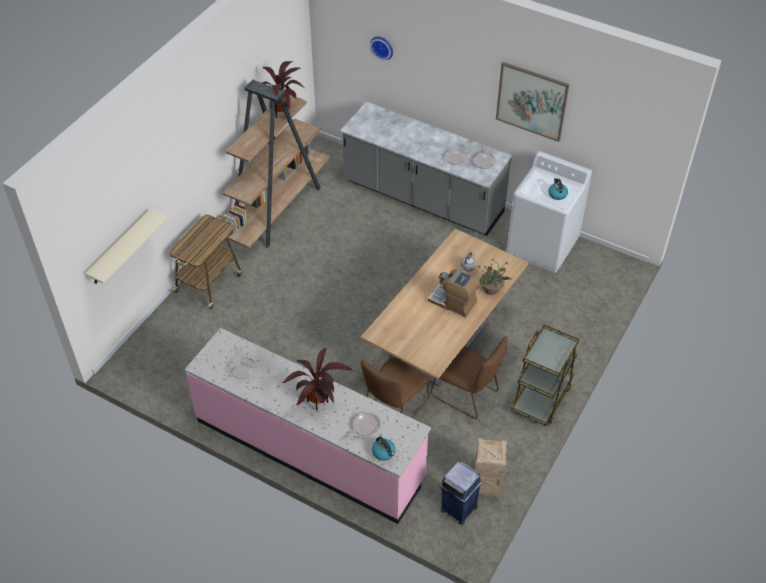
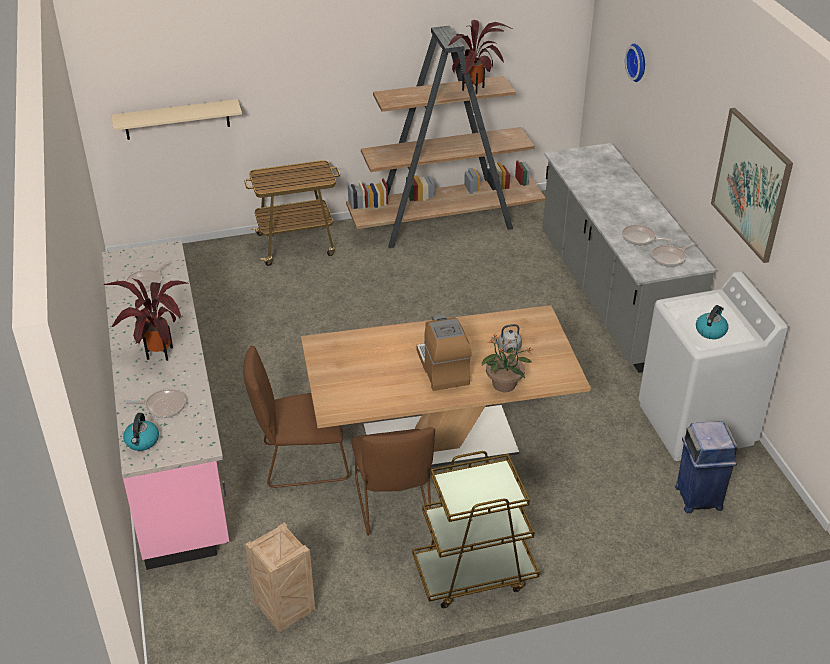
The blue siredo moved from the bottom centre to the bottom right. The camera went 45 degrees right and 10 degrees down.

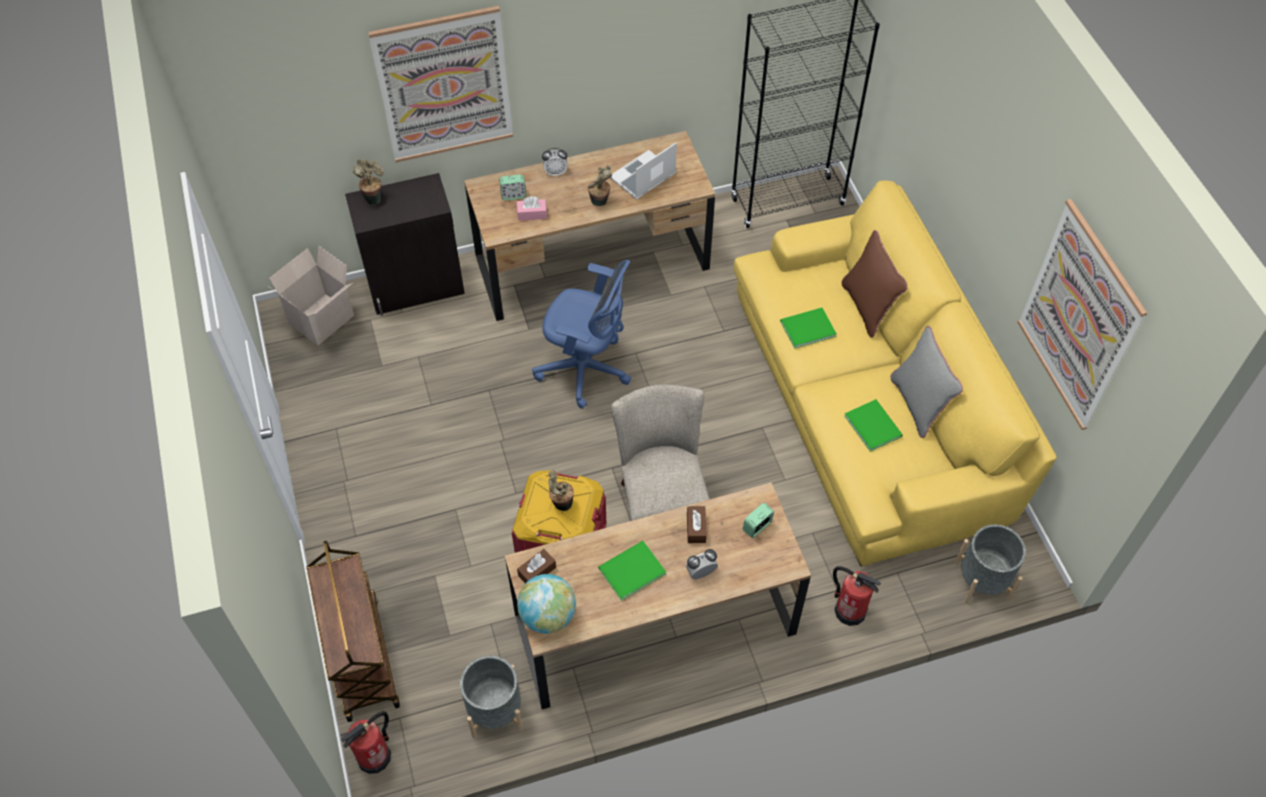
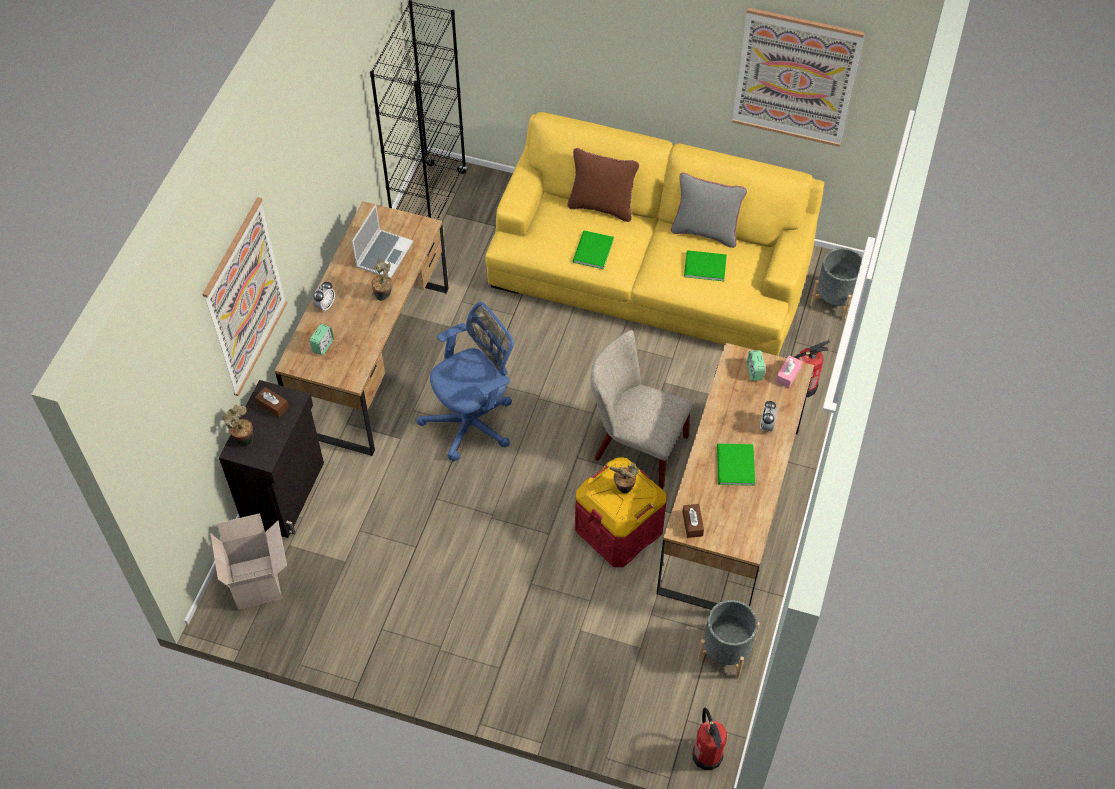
The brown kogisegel at the bottom left disappeared. The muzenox at the bottom centre disappeared. The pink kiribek moved from the top centre to the middle right. The brown kiribek (2nd from left in the first image) moved from the centre to the middle left. The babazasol at the top centre turned 150 degrees counterclockwise. The camera went 55 degrees left and 0 degrees up.

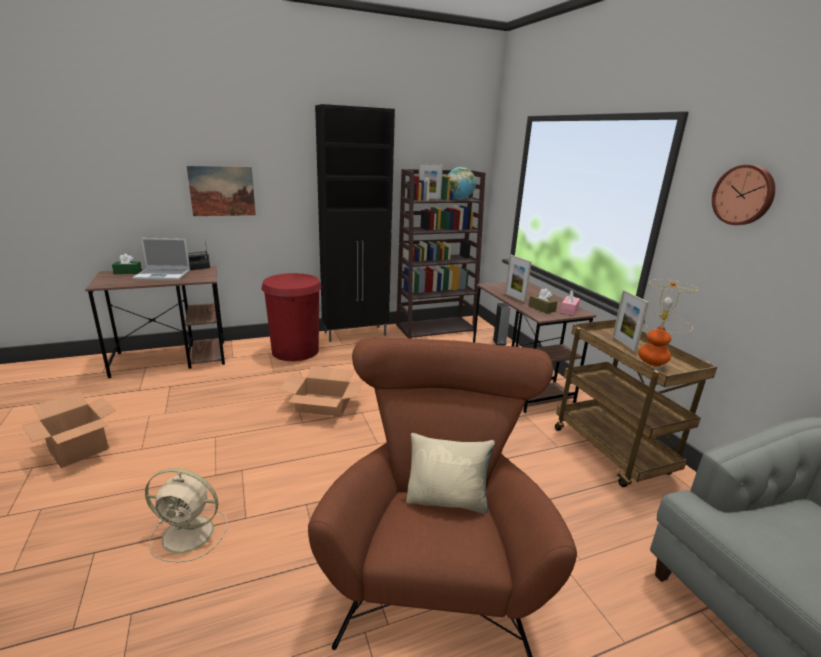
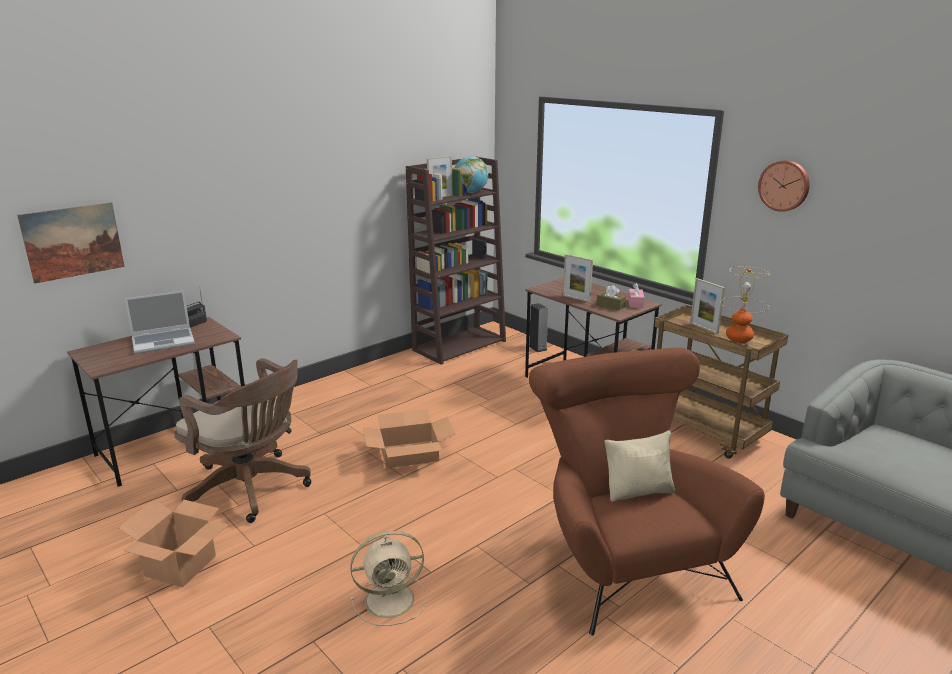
The green kiribek at the middle left disappeared. The red siredo at the centre disappeared. The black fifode at the centre disappeared. The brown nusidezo at the middle left appeared. The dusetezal moved from the top left to the middle left. The camera went 20 degrees left and 0 degrees up.

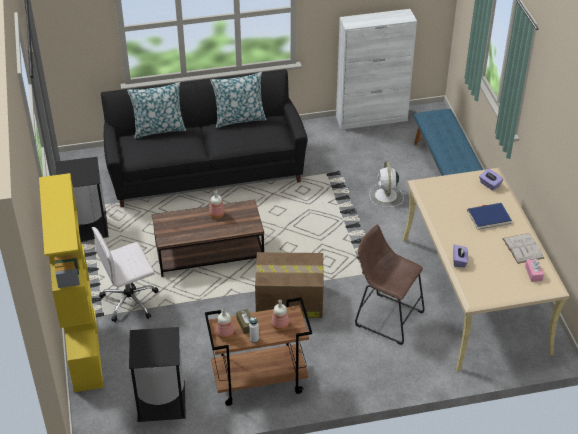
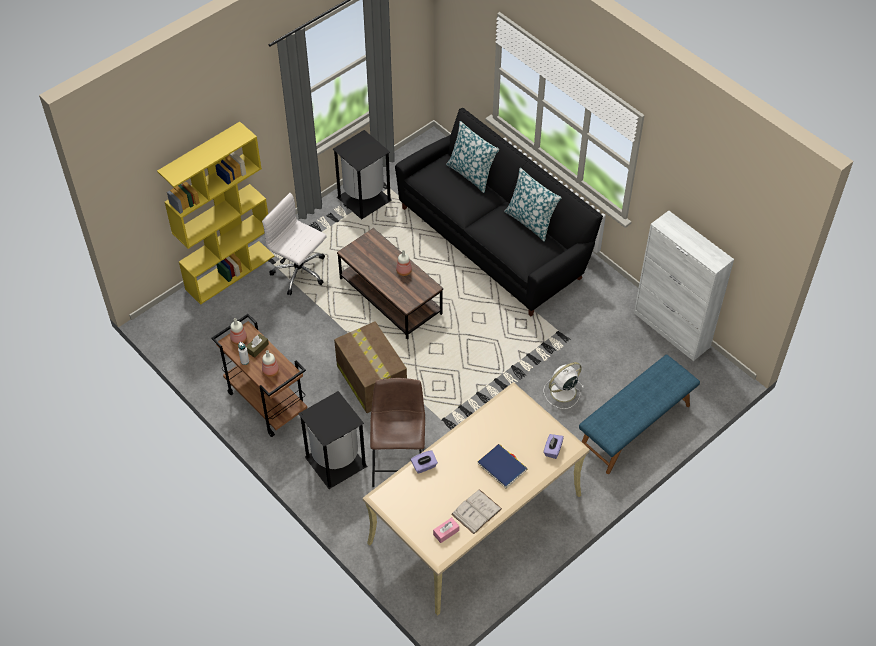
The black siredo (2nd from left in the first image) moved from the bottom left to the bottom centre. The camera went 60 degrees right and 10 degrees up.

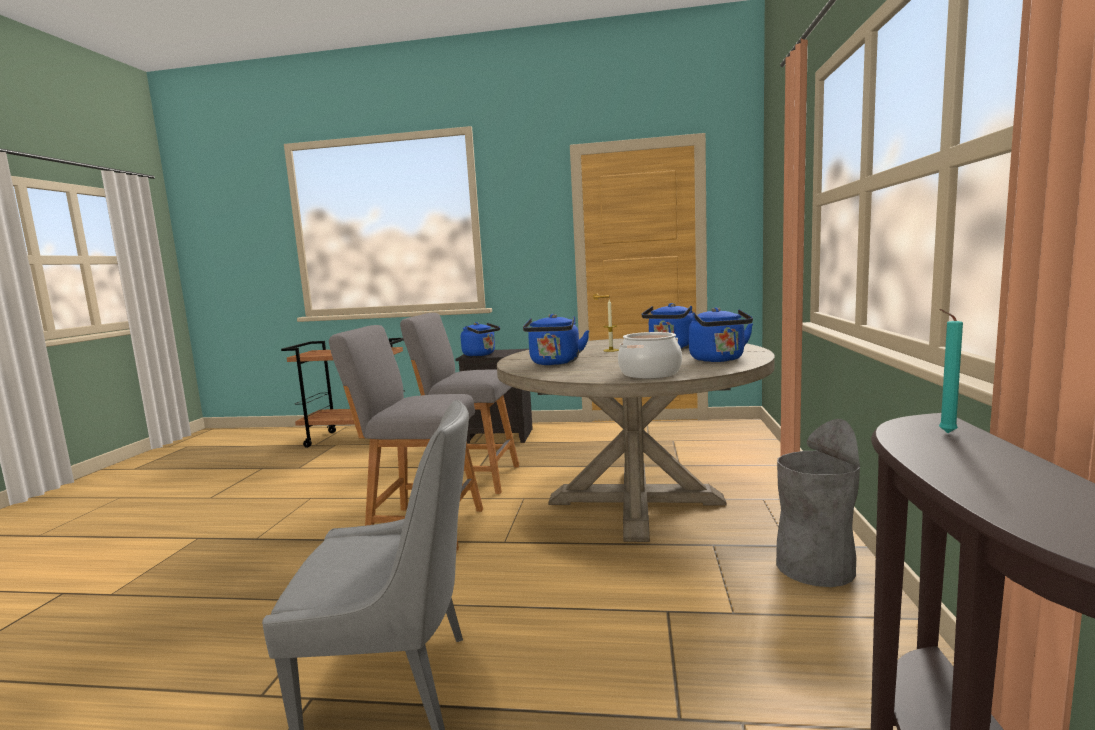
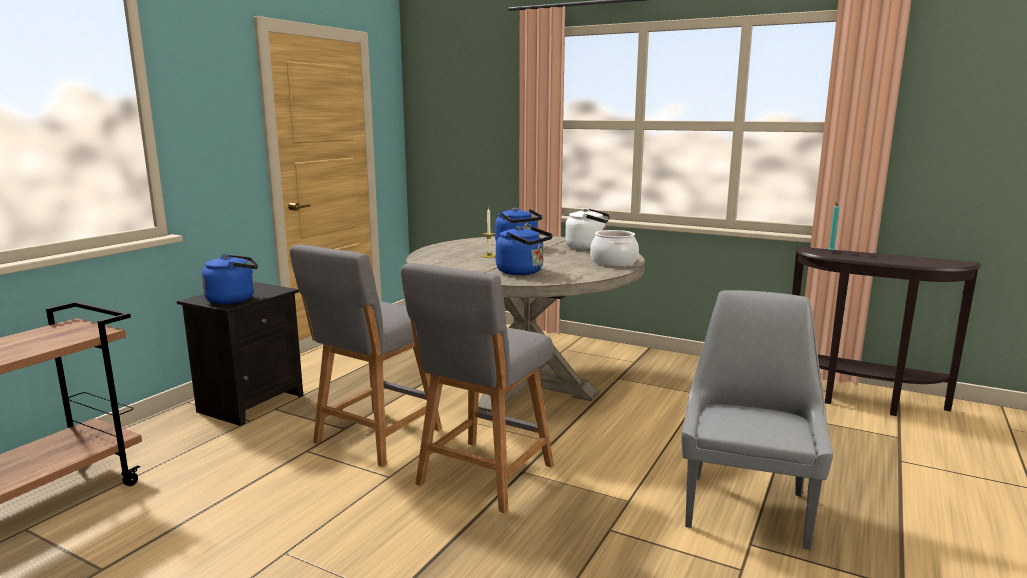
The grey siredo at the bottom right disappeared. The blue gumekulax (4th from left) at the centre became the white gumekulax at the centre. The camera went 70 degrees left and 5 degrees up.

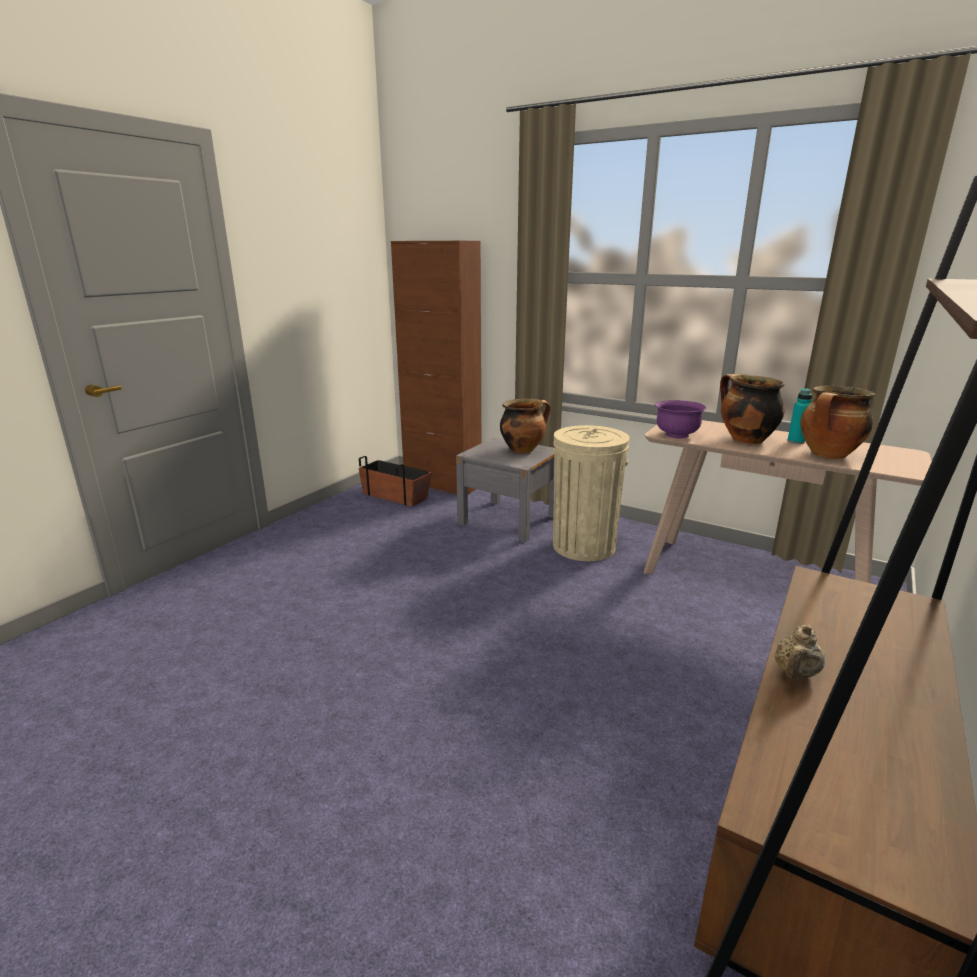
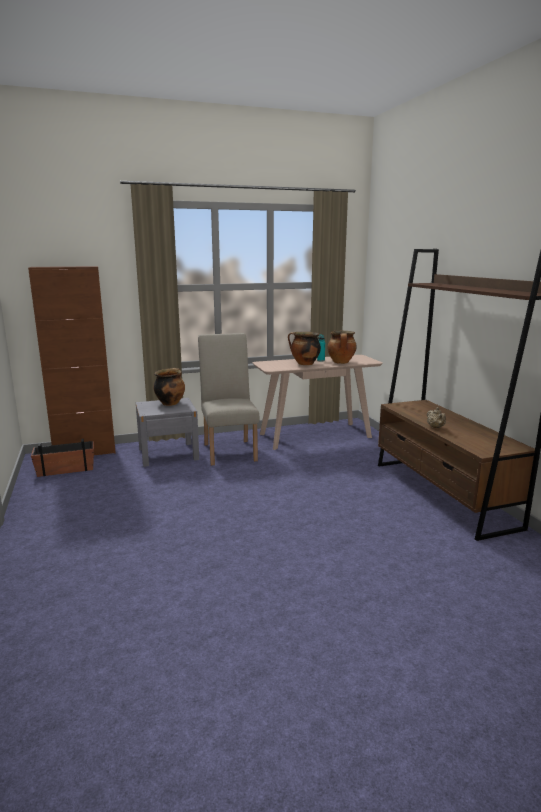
The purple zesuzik at the middle right disappeared. The beige siredo at the centre was replaced by the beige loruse at the centre. The camera went 50 degrees left and 5 degrees down.

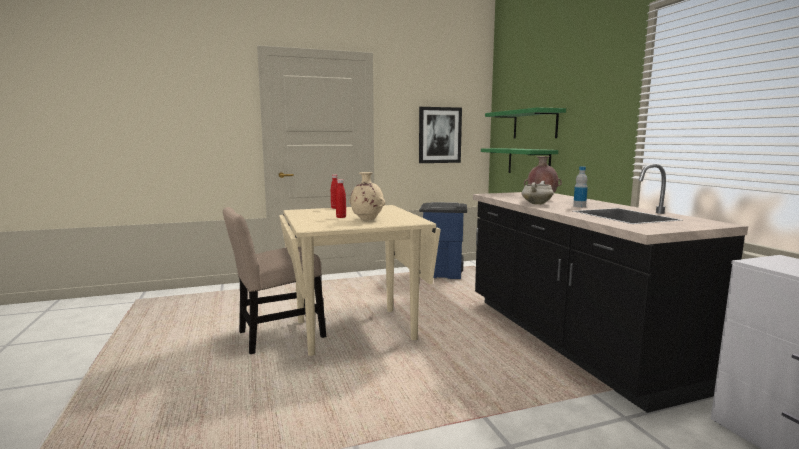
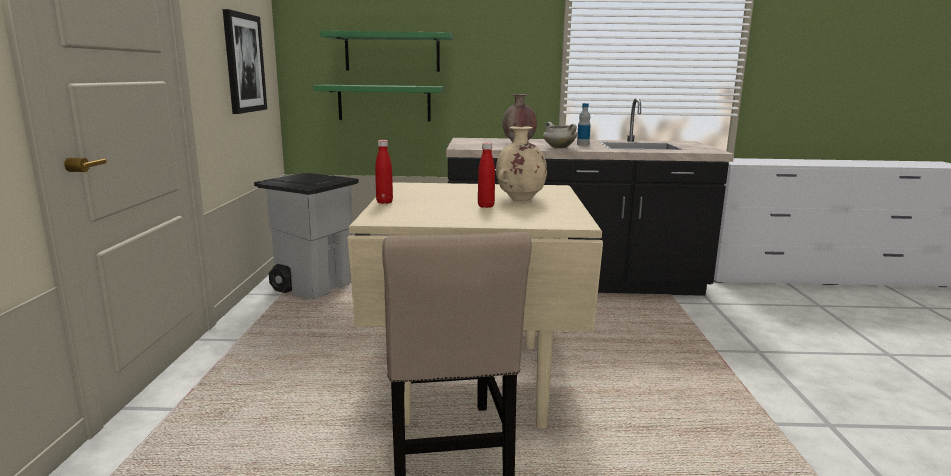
The blue siredo at the centre became the grey siredo at the middle left. The camera went 70 degrees left and 5 degrees up.

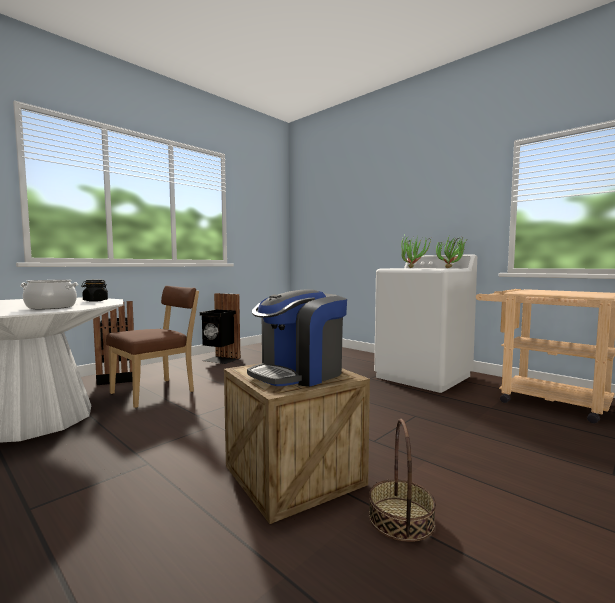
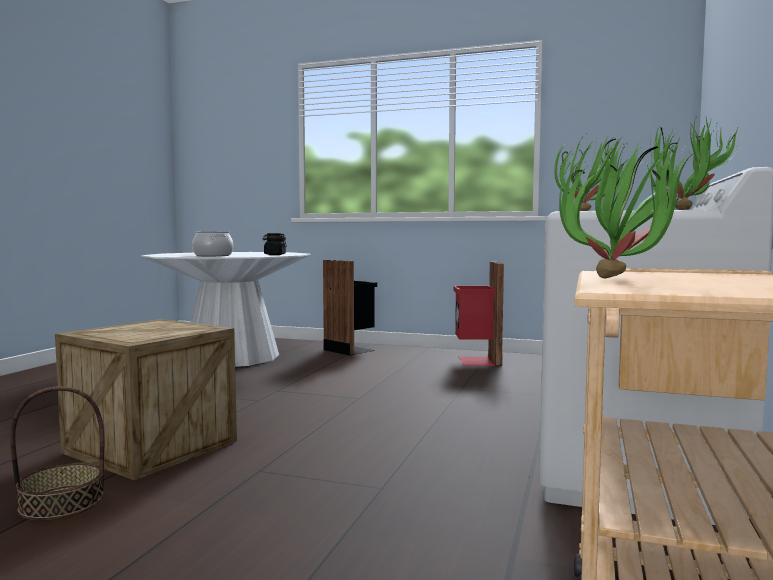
The brown loruse at the middle left disappeared. The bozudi at the centre disappeared. The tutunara (2nd from left) at the middle right appeared. The black siredo (2nd from left) at the centre became the red siredo at the centre. The camera went 65 degrees right and 0 degrees up.

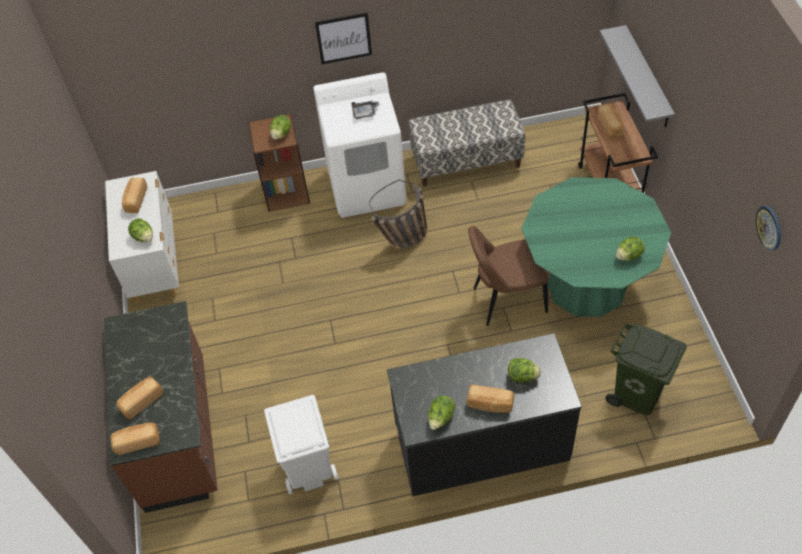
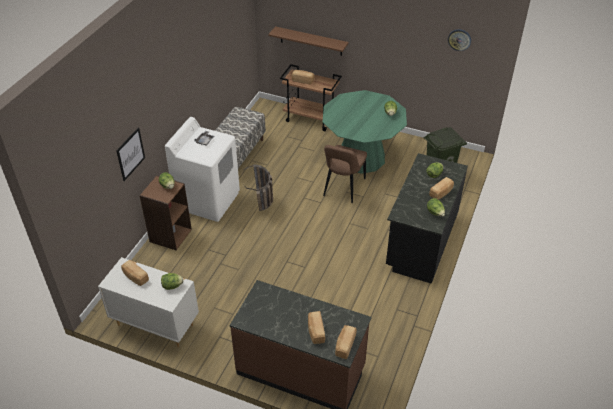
The white siredo at the bottom centre disappeared. The dusetezal moved from the top centre to the middle left. The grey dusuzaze at the top right became the brown dusuzaze at the top centre. The camera went 60 degrees left and 10 degrees down.

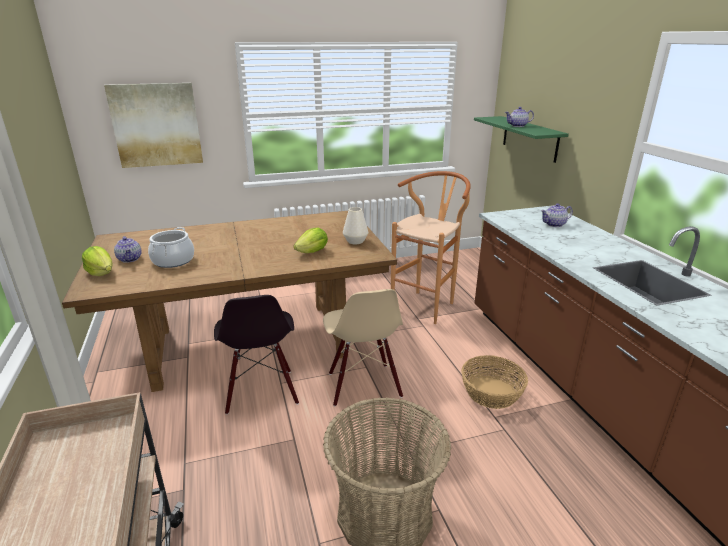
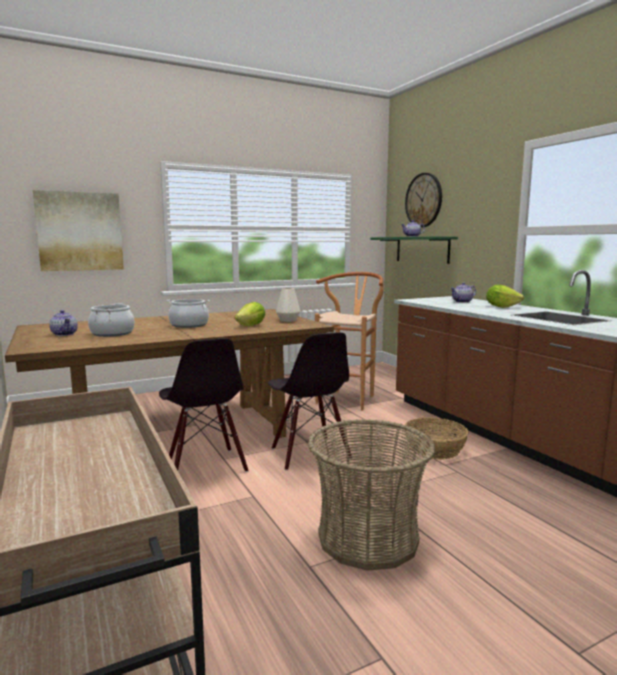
The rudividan (2nd from left) at the middle left appeared. The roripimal at the top right appeared. The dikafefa (1st from left in the first image) moved from the middle left to the middle right. The beige loruse at the centre became the black loruse (2nd from left) at the centre. The camera went 10 degrees left and 15 degrees down.

